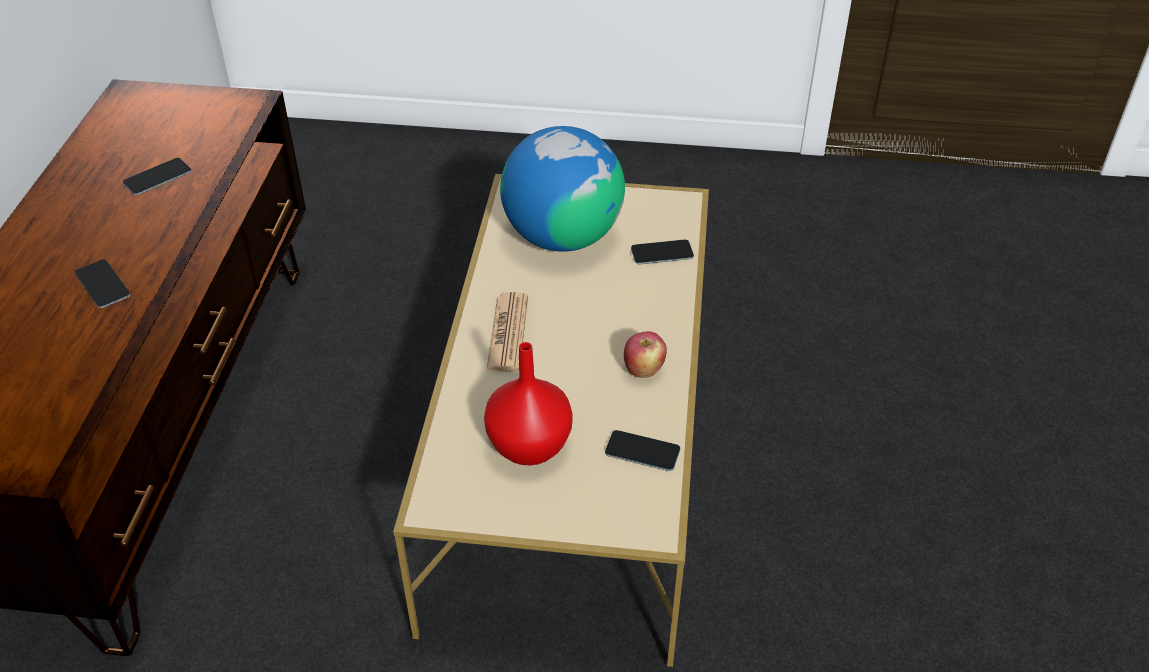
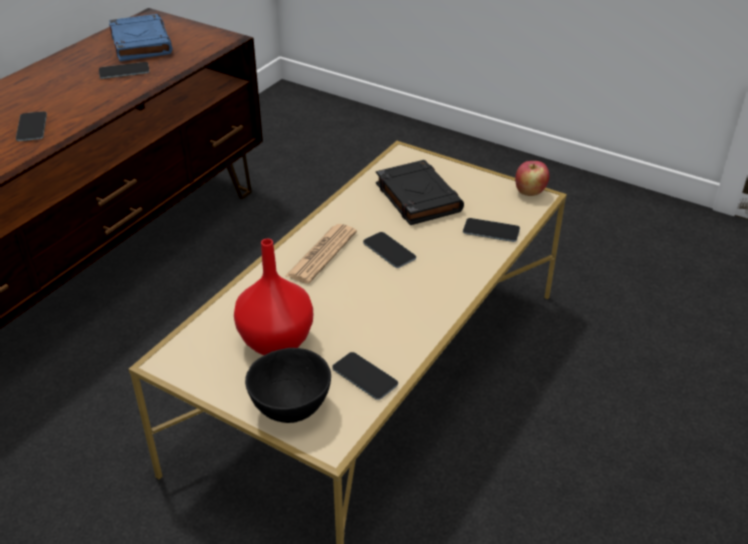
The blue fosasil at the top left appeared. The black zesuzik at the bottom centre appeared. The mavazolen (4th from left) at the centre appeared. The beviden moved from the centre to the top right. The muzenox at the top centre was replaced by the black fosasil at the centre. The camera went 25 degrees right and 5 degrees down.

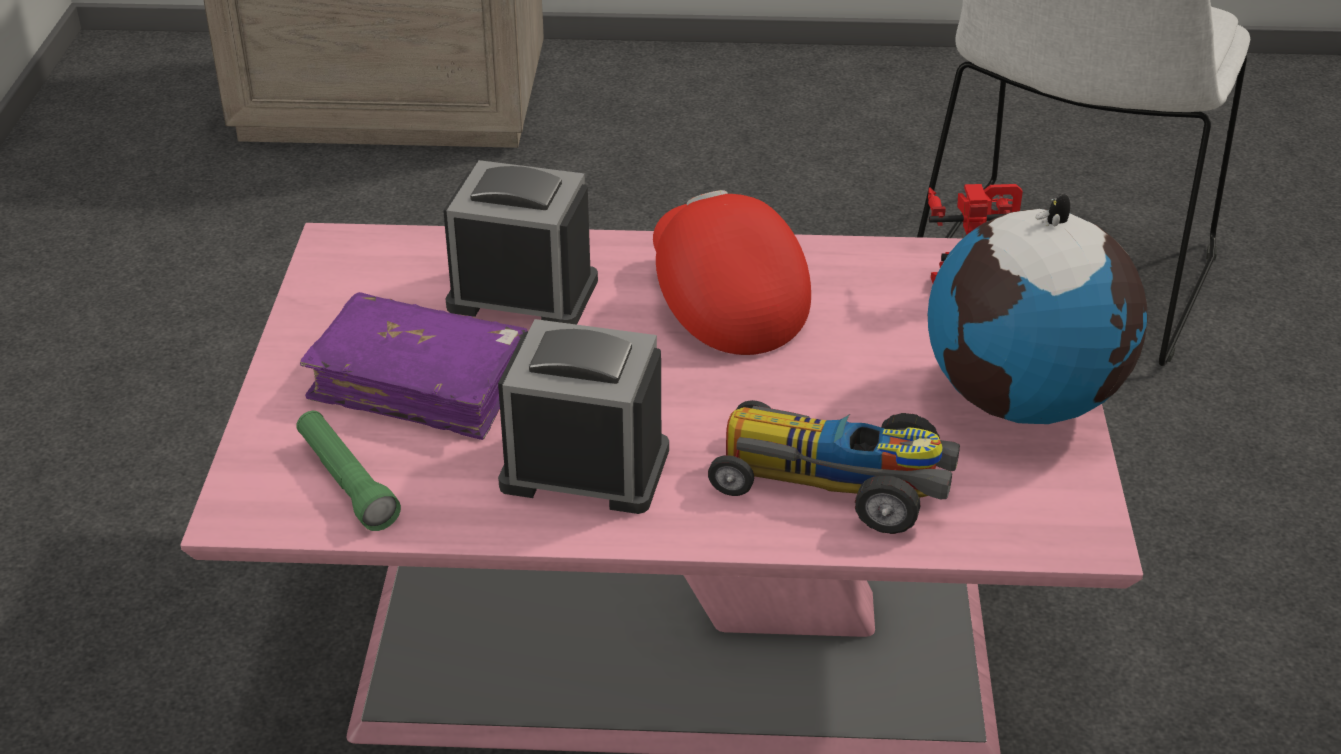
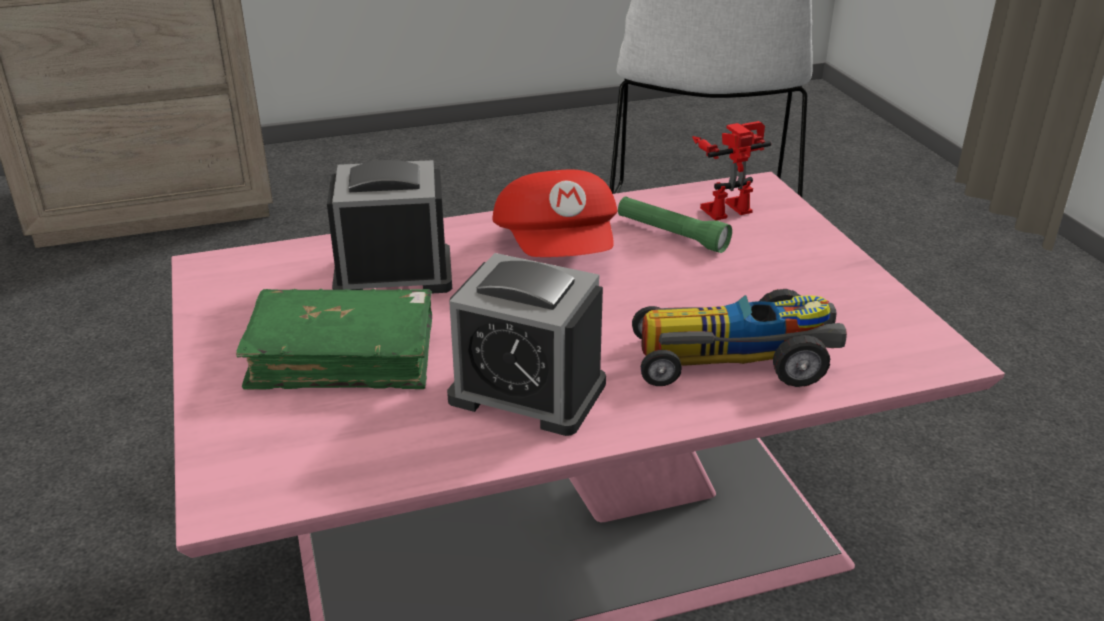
The muzenox at the middle right disappeared. The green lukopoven moved from the middle left to the centre. The purple fosasil at the middle left became the green fosasil at the middle left. The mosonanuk (2nd from left) at the centre turned 150 degrees counterclockwise. The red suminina at the centre turned 150 degrees counterclockwise. The camera went 20 degrees left and 5 degrees down.

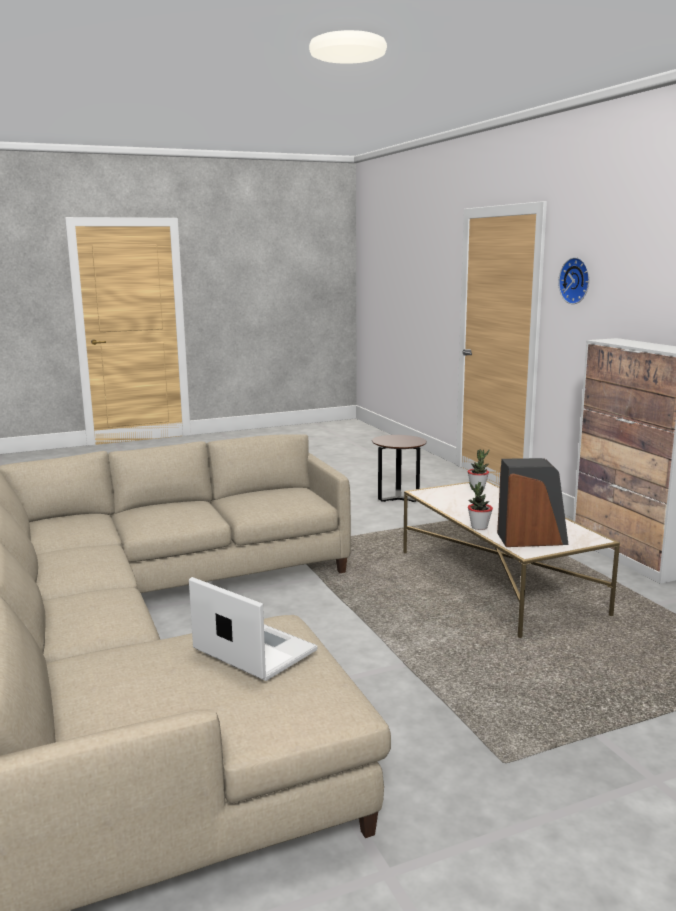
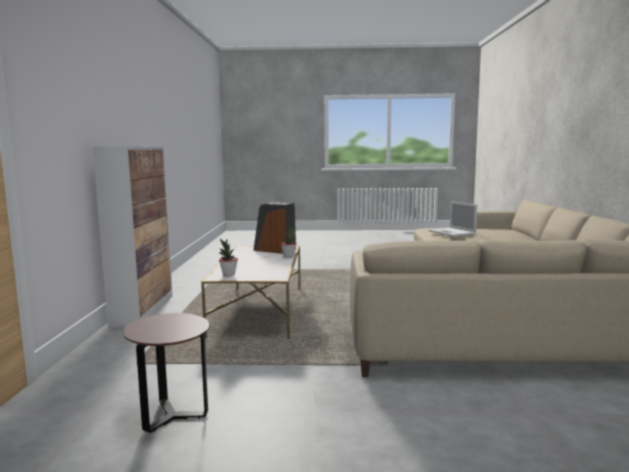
The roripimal at the top right disappeared. The camera went 155 degrees left and 5 degrees down.

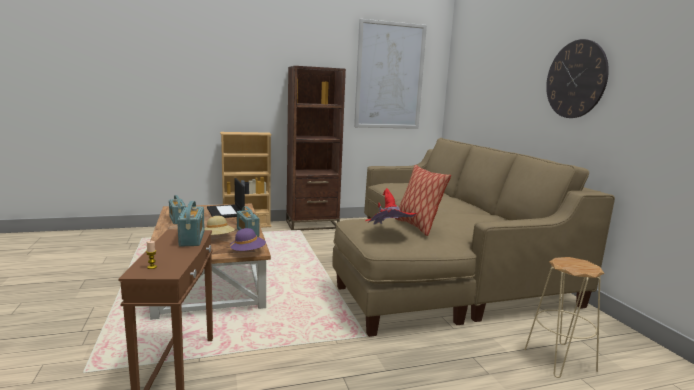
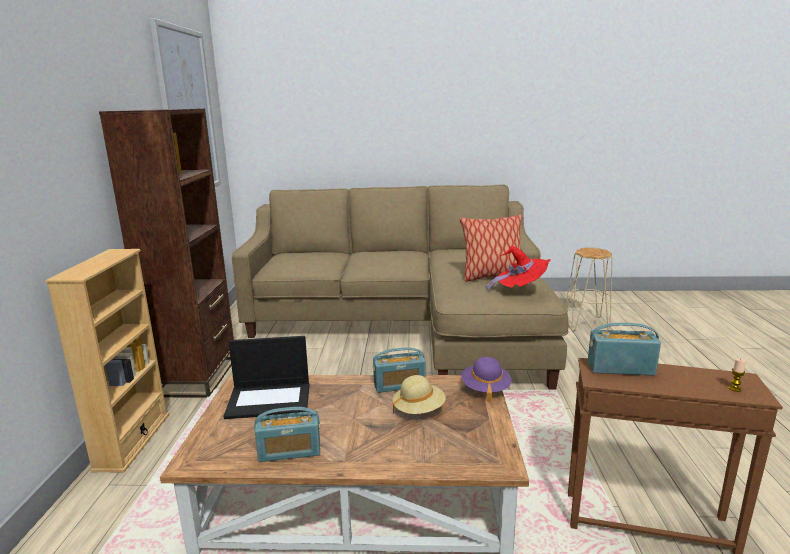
The roripimal at the top right disappeared. The camera went 70 degrees left and 5 degrees up.

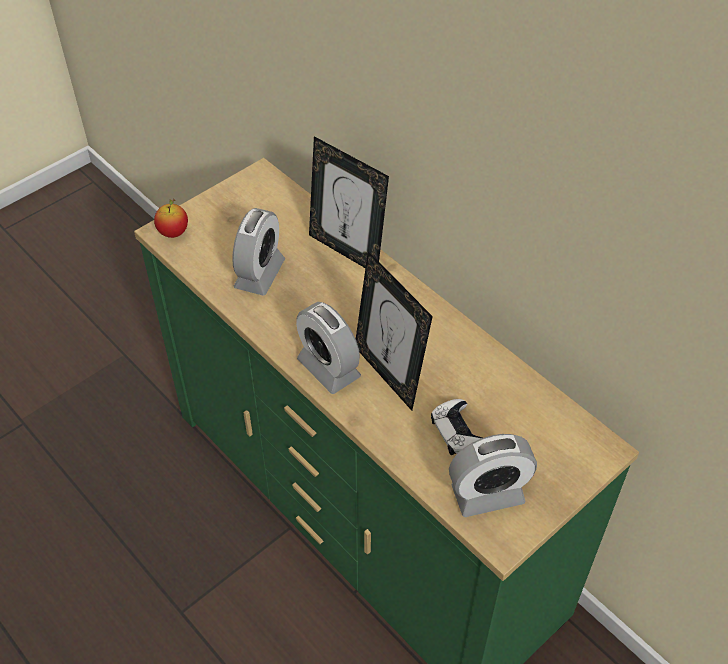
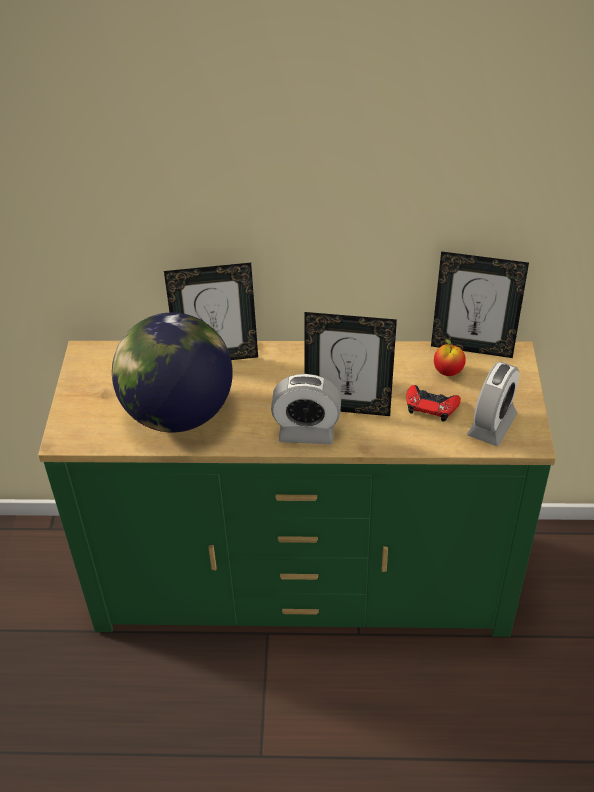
The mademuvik (3rd from left) at the middle right appeared. The beviden moved from the top left to the middle right. The mosonanuk (1st from left) at the centre was replaced by the muzenox at the middle left. The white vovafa at the centre became the red vovafa at the middle right. The camera went 45 degrees left and 5 degrees down.

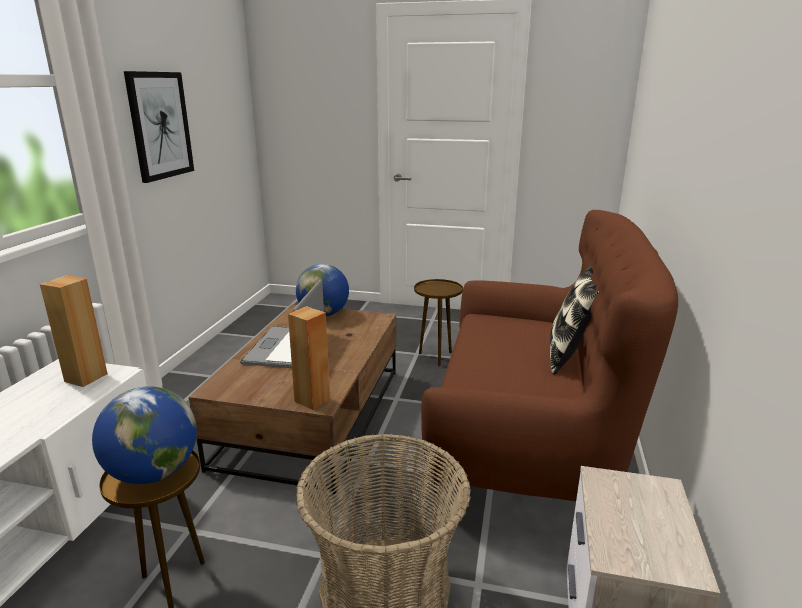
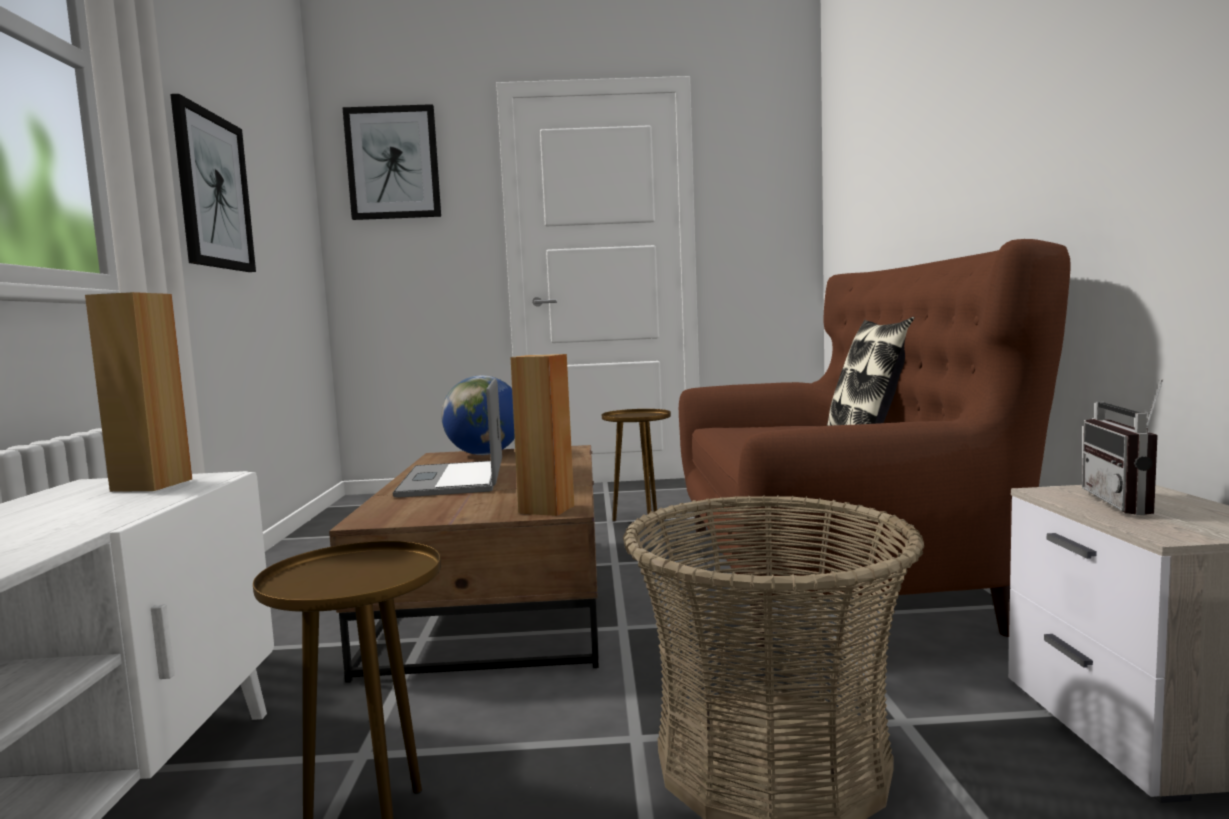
The muzenox (1st from left) at the bottom left disappeared. The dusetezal (2nd from left) at the top left appeared. The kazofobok at the middle right appeared. The camera went 15 degrees left and 15 degrees down.

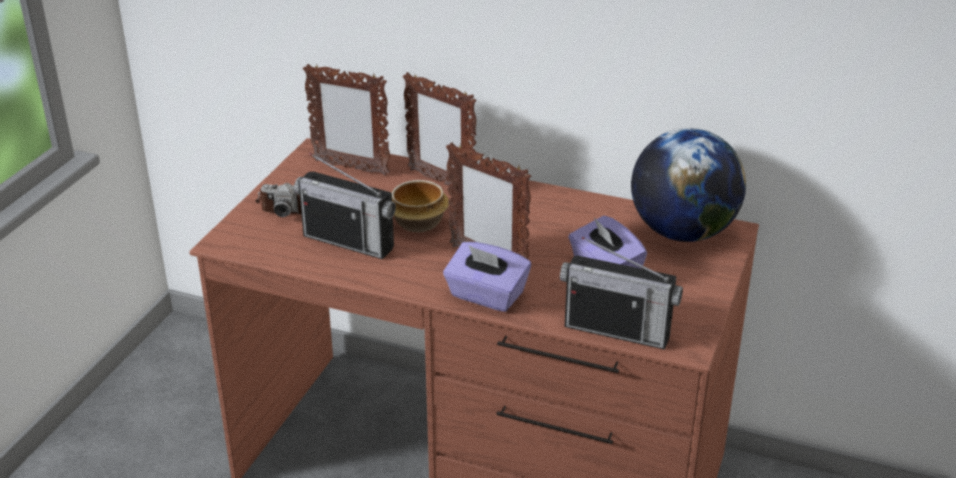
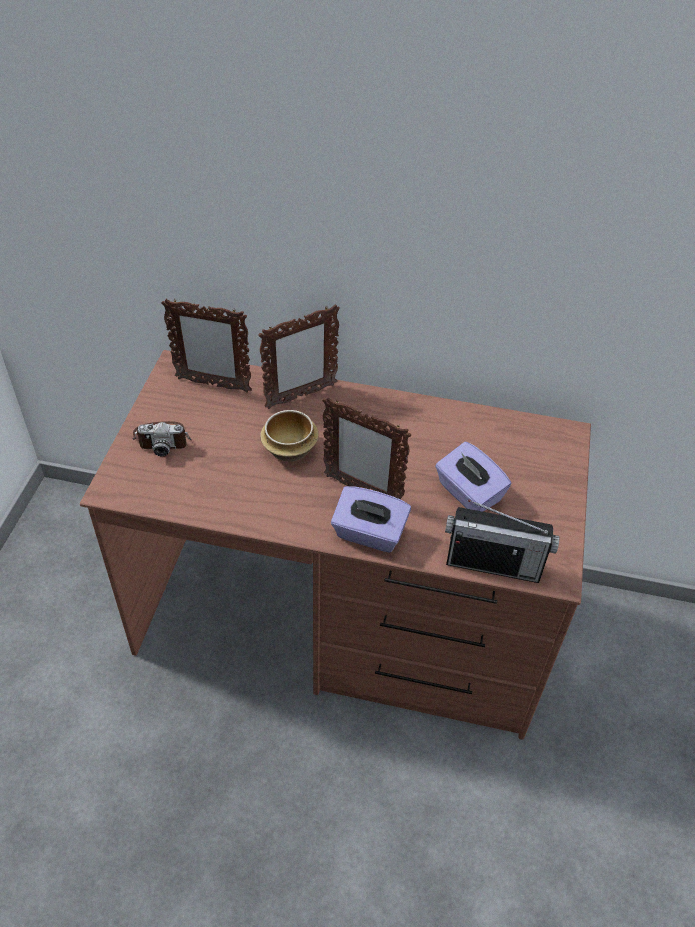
The kazofobok (1st from left) at the centre disappeared. The muzenox at the middle right disappeared. The mademuvik (2nd from left) at the top centre turned 60 degrees counterclockwise. The camera went 10 degrees left and 15 degrees up.

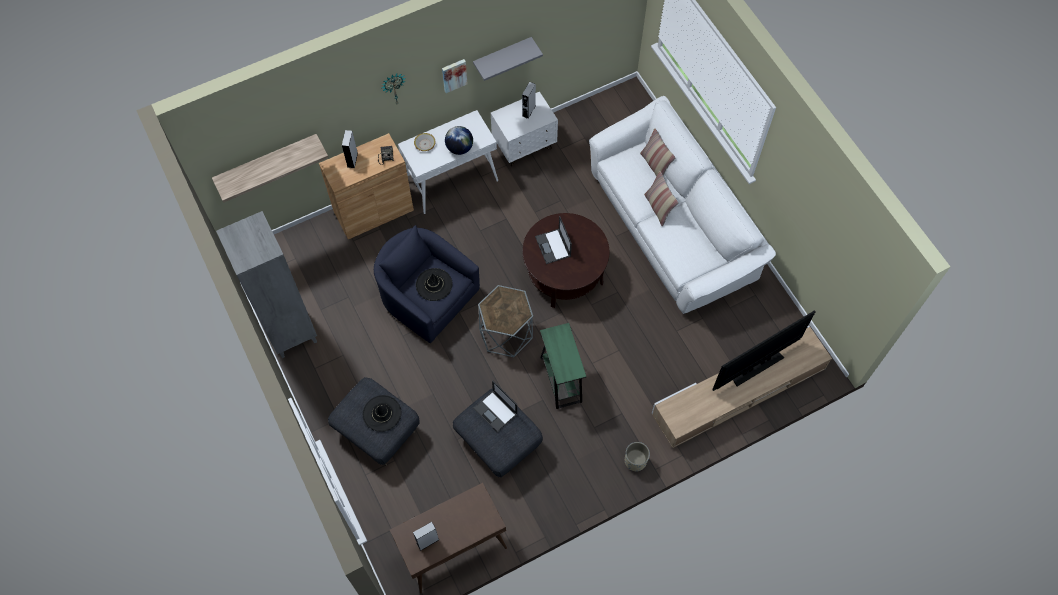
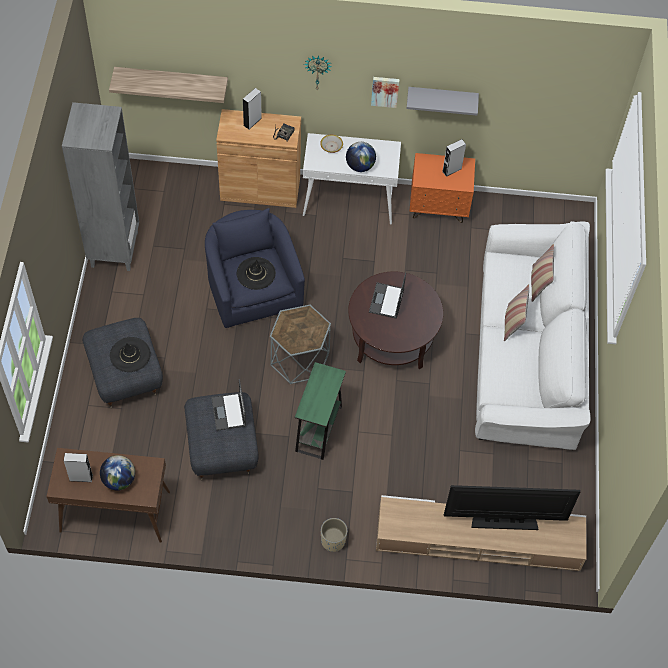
The muzenox (1st from left) at the bottom left appeared. The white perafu at the top centre became the orange perafu at the top centre. The camera went 30 degrees right and 5 degrees down.

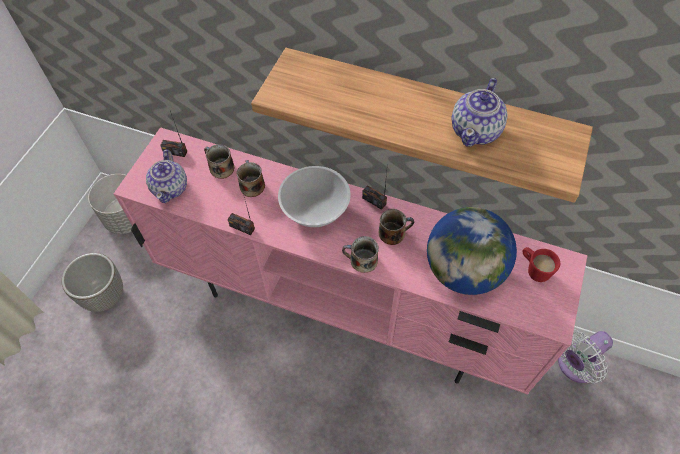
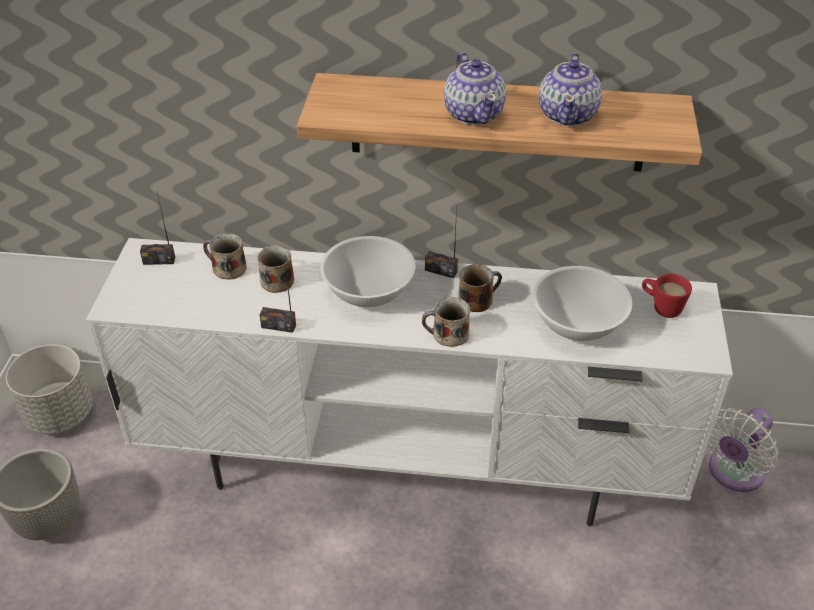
The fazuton (1st from left) moved from the middle left to the top centre. The muzenox at the middle right was replaced by the white zesuzik (2nd from left) at the middle right. The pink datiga at the centre became the white datiga at the centre. The camera went 15 degrees left and 15 degrees down.

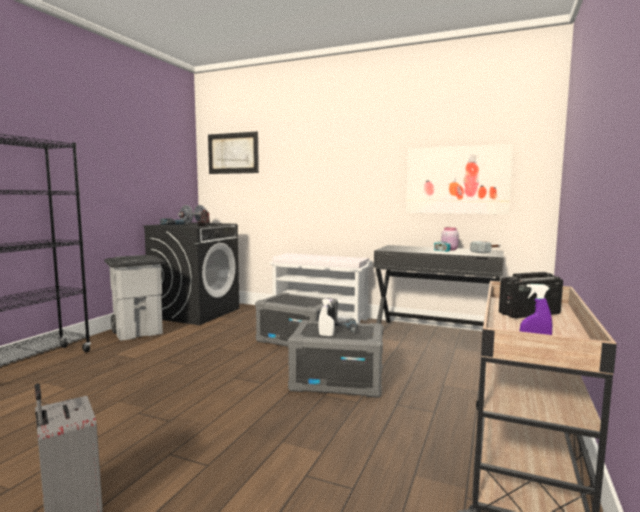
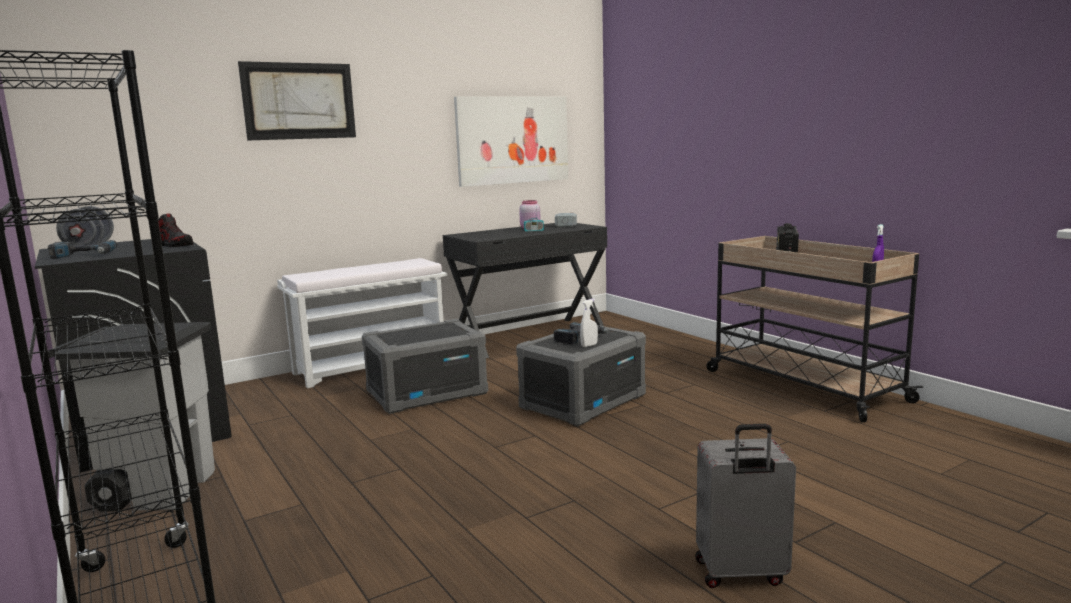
The dusetezal (1st from left) moved from the top centre to the top left. The camera went 55 degrees left and 5 degrees up.

